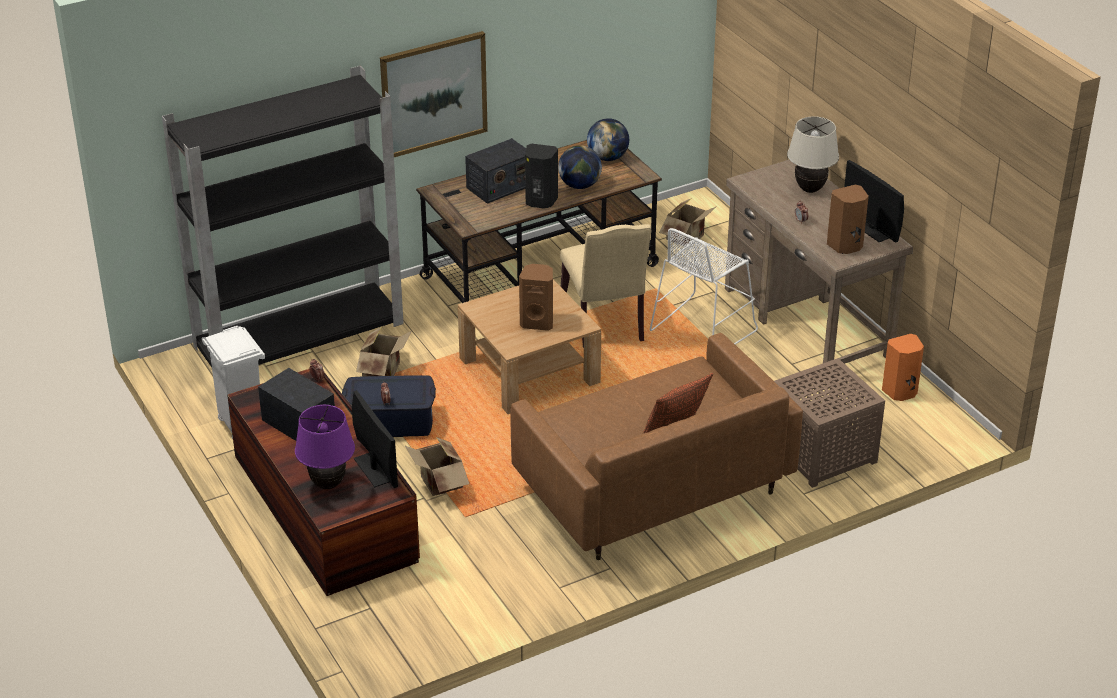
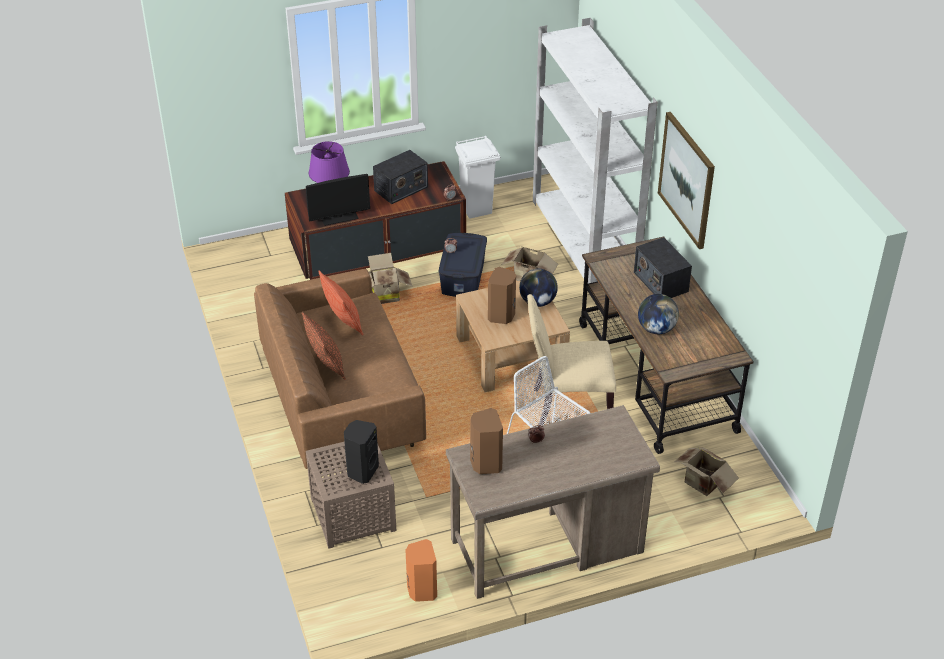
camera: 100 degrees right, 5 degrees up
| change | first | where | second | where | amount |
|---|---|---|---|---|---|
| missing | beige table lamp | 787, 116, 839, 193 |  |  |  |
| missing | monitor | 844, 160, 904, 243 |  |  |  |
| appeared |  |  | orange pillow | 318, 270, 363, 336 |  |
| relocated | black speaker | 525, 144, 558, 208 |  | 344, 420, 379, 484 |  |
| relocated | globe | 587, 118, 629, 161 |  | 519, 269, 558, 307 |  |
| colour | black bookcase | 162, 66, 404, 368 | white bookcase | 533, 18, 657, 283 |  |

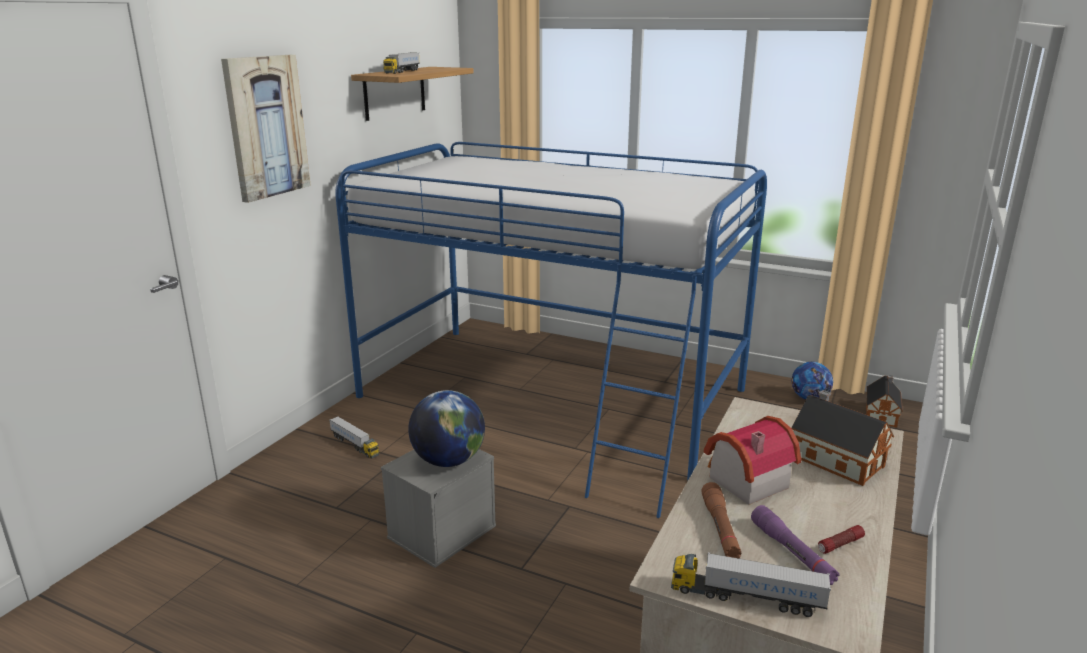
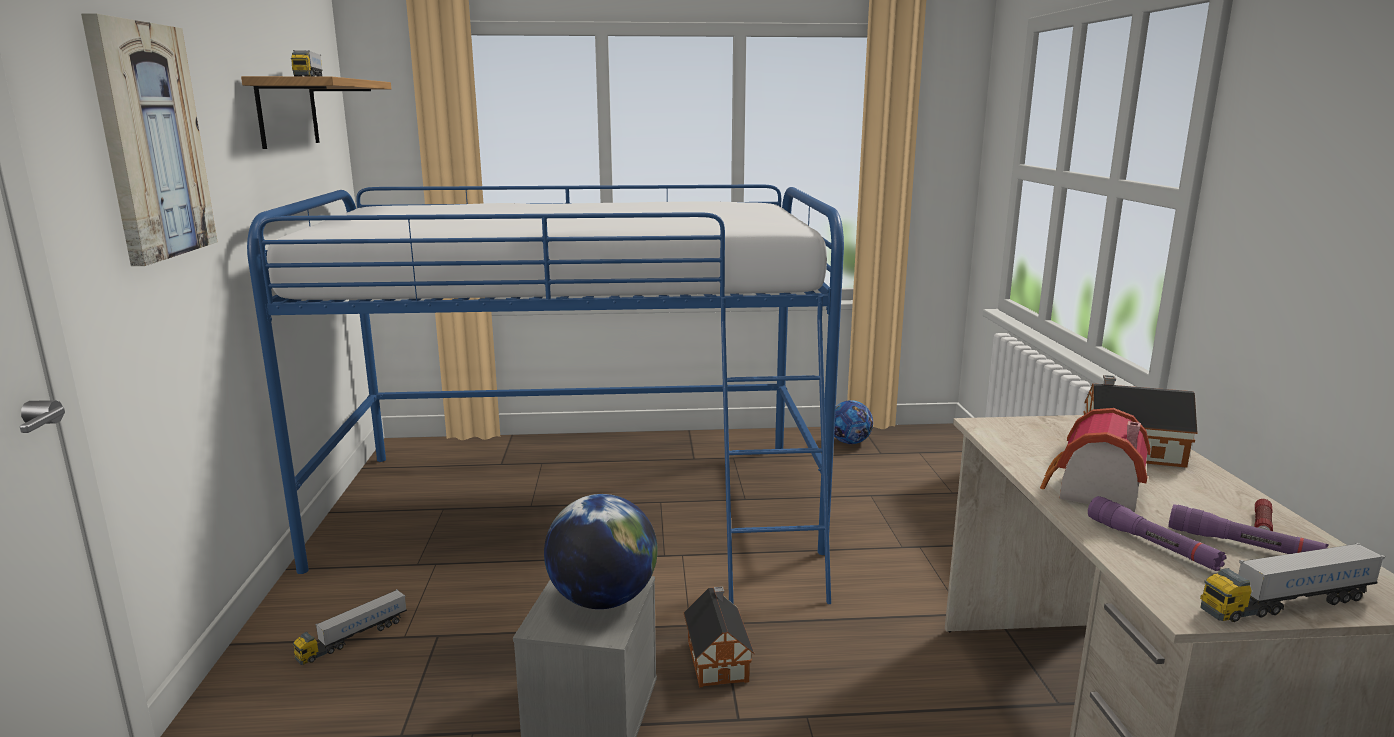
camera: 30 degrees left, 5 degrees down
| change | first | where | second | where | amount |
|---|---|---|---|---|---|
| relocated | toy house | 866, 375, 903, 428 |  | 684, 586, 754, 687 |  |
| colour | brown flashlight | 702, 482, 742, 558 | purple flashlight | 1088, 496, 1227, 571 |  |
| spun | toy truck | 329, 416, 379, 458 |  | 293, 589, 407, 665 | 120 degrees clockwise |

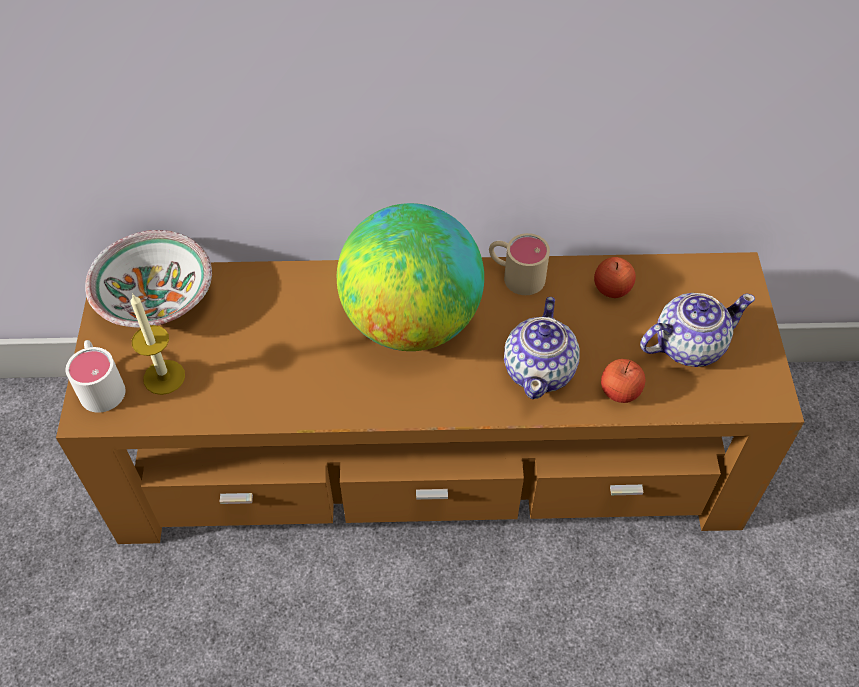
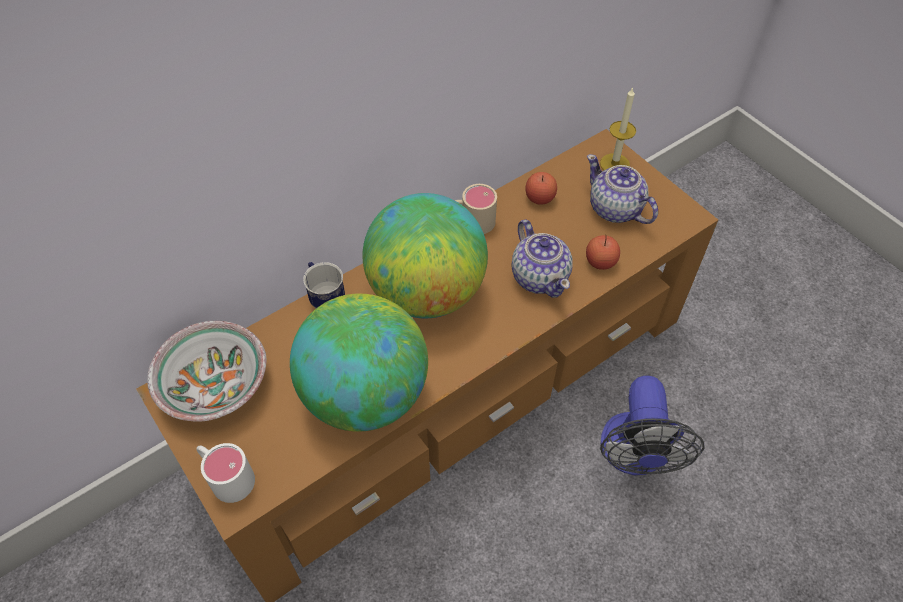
camera: 35 degrees left, 0 degrees up
| change | first | where | second | where | amount |
|---|---|---|---|---|---|
| appeared |  |  | globe | 290, 293, 428, 432 |  |
| appeared |  |  | mug | 303, 262, 345, 308 |  |
| appeared |  |  | fan | 600, 376, 705, 475 |  |
| relocated | candle | 131, 293, 185, 395 |  | 600, 87, 636, 170 |  |
| spun | teapot | 640, 293, 755, 367 |  | 587, 154, 658, 224 | 75 degrees counterclockwise |

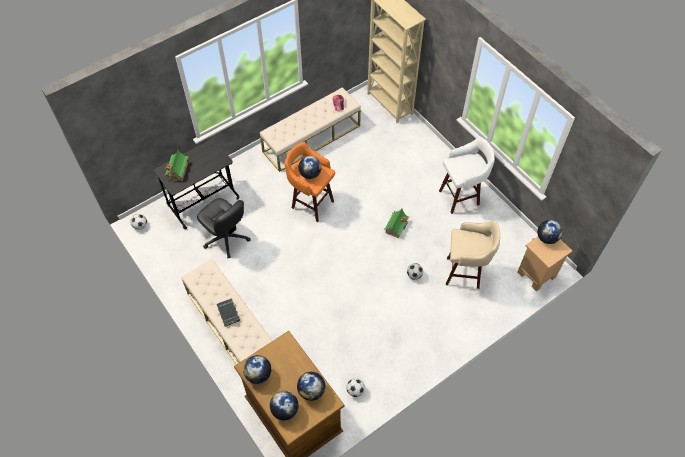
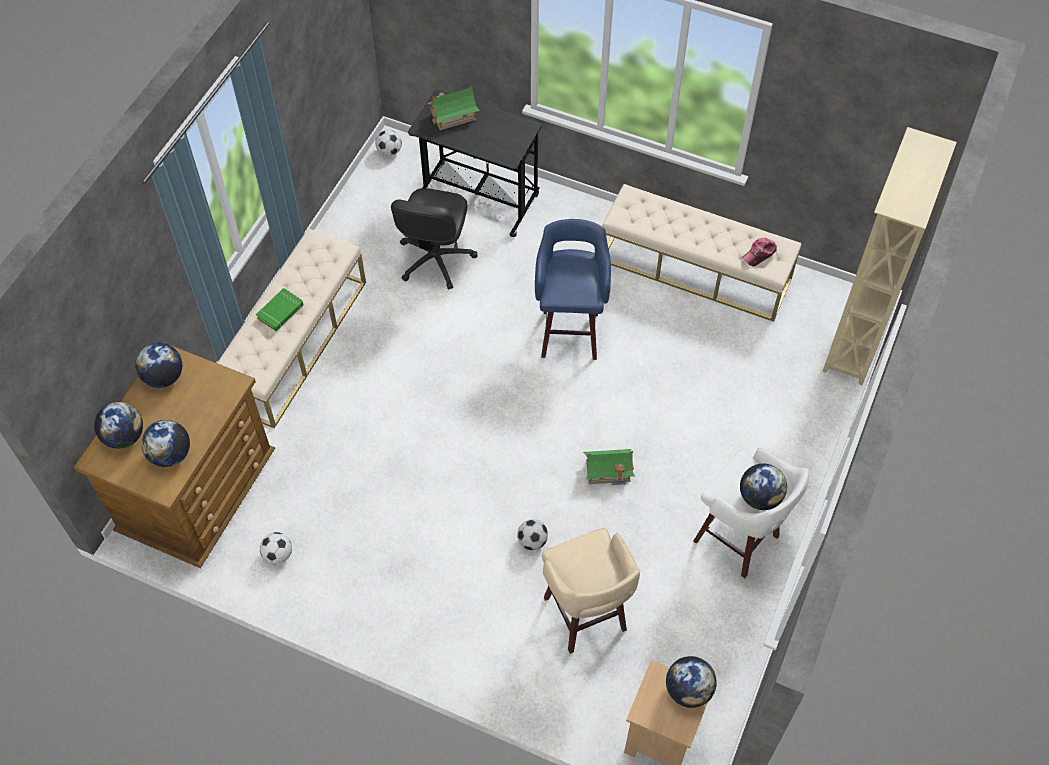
camera: 60 degrees right, 0 degrees up
| change | first | where | second | where | amount |
|---|---|---|---|---|---|
| relocated | globe | 298, 156, 321, 179 |  | 740, 464, 787, 510 |  |
| colour | black book | 217, 299, 240, 326 | green book | 256, 288, 303, 331 |  |
| colour | orange stool | 285, 142, 335, 222 | blue stool | 535, 219, 611, 360 |  |

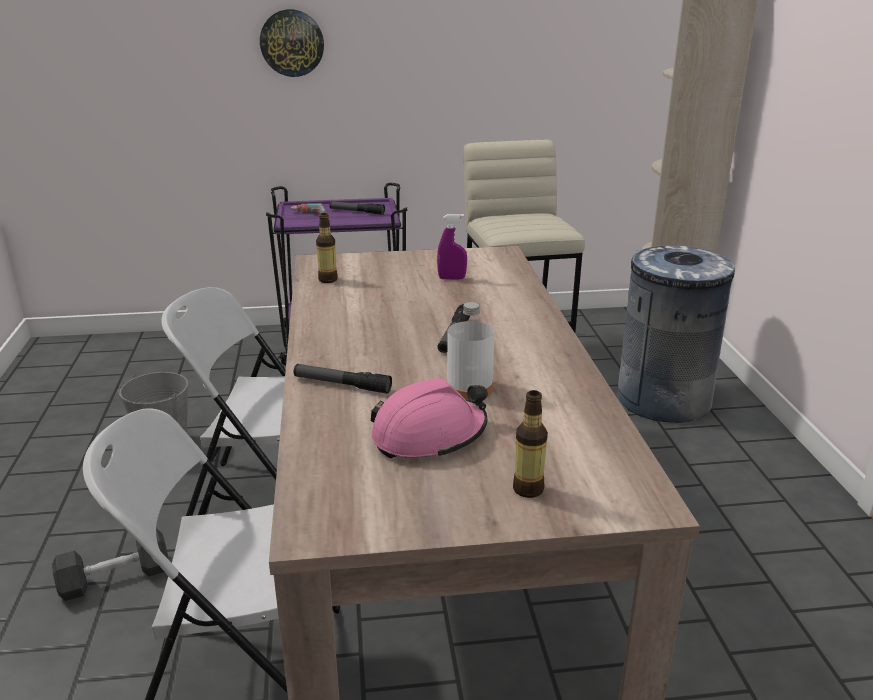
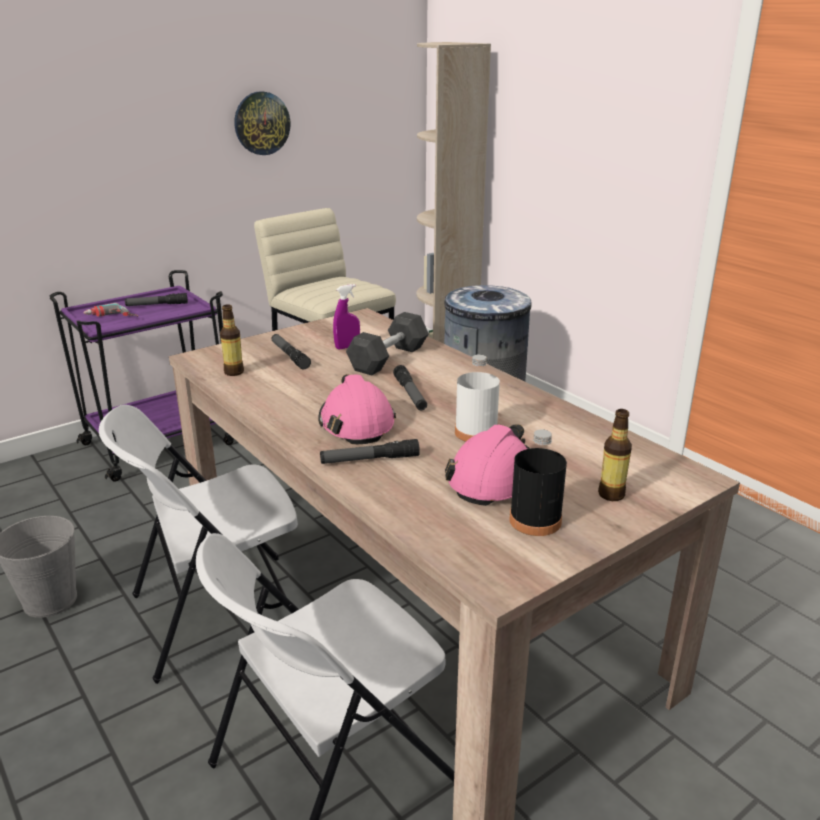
camera: 30 degrees left, 0 degrees up
| change | first | where | second | where | amount |
|---|---|---|---|---|---|
| appeared |  |  | flashlight | 272, 334, 311, 369 |  |
| appeared |  |  | pink hard hat | 318, 374, 396, 444 |  |
| appeared |  |  | black bottle | 509, 429, 567, 536 |  |
| relocated | grey dumbbell | 52, 528, 169, 601 |  | 346, 312, 429, 375 |  |
| relocated | wall clock | 260, 9, 324, 77 |  | 234, 91, 290, 155 |  |

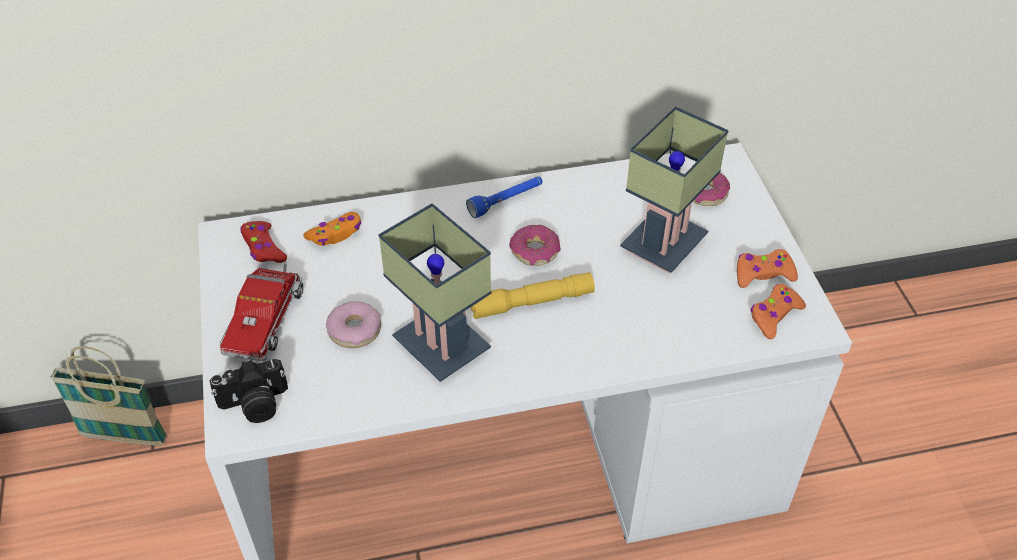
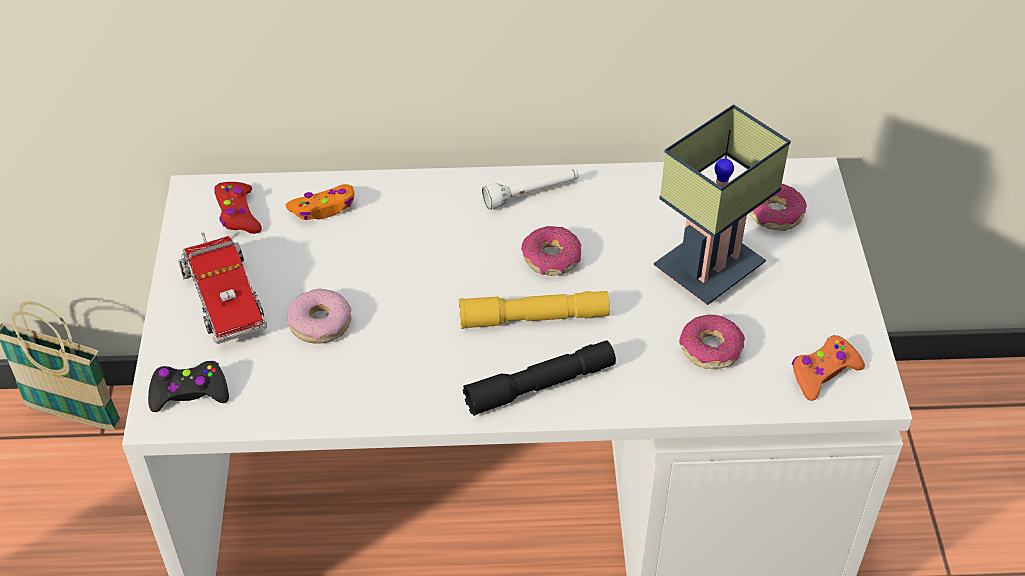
camera: 10 degrees right, 0 degrees up
| change | first | where | second | where | amount |
|---|---|---|---|---|---|
| missing | table lamp | 378, 203, 491, 382 |  |  |  |
| missing | orange game controller | 737, 249, 798, 288 |  |  |  |
| appeared |  |  | black flashlight | 463, 340, 616, 416 |  |
| appeared |  |  | donut | 679, 314, 745, 369 |  |
| exchanged | photo camera | 209, 359, 288, 423 | black game controller | 148, 361, 229, 412 |  |
| colour | blue flashlight | 466, 176, 542, 218 | white flashlight | 482, 169, 579, 210 |  |
| spun | toy truck | 220, 261, 303, 362 |  | 178, 232, 267, 344 | 45 degrees counterclockwise |

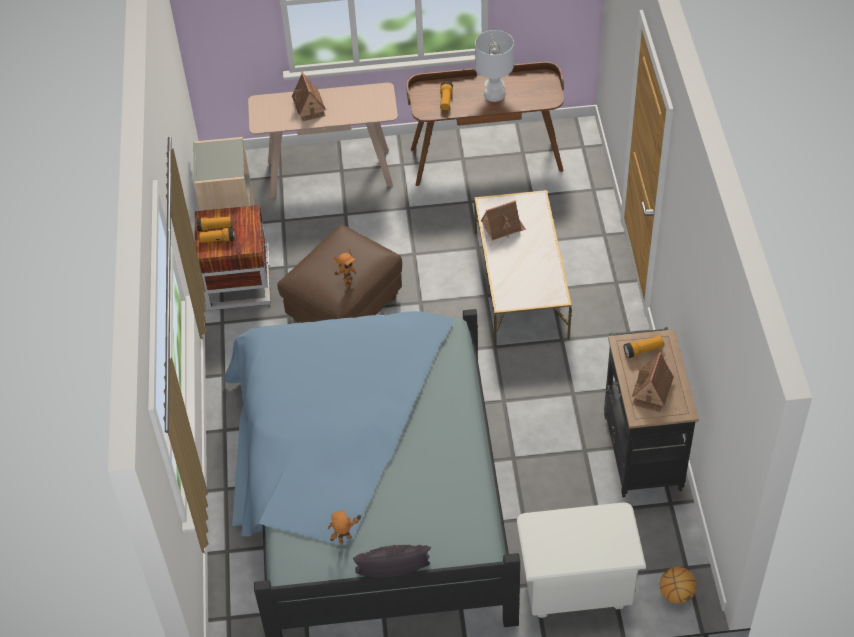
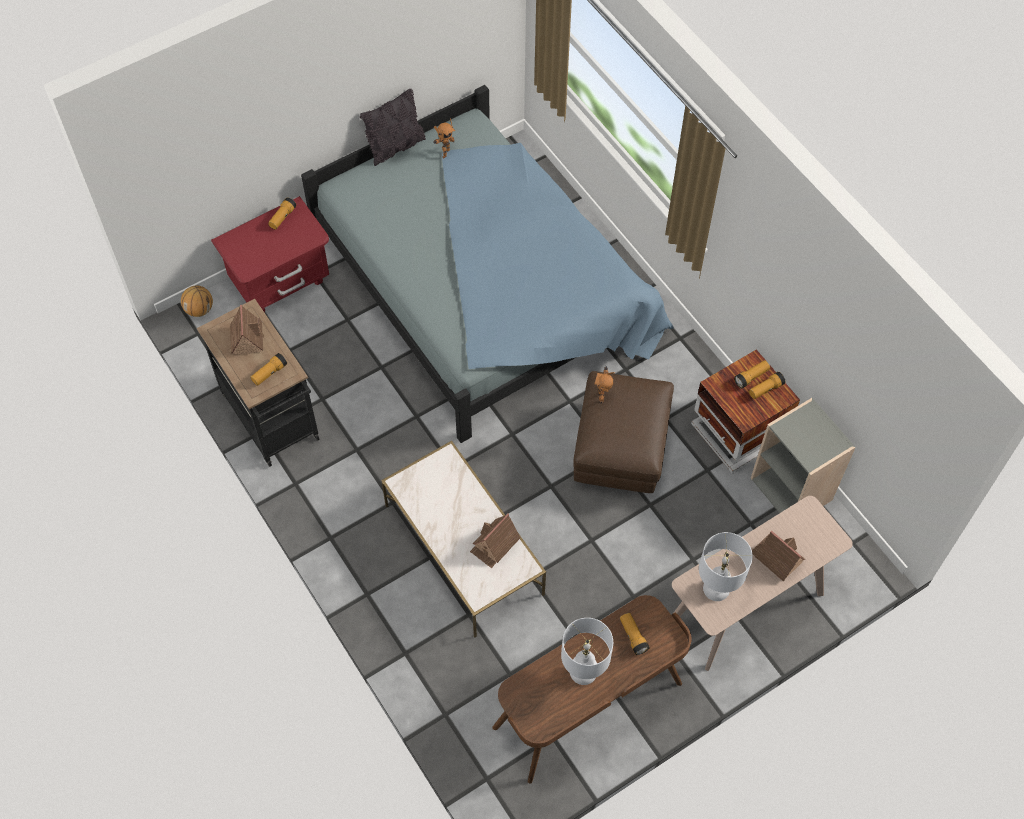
camera: 150 degrees right, 10 degrees up
| change | first | where | second | where | amount |
|---|---|---|---|---|---|
| appeared |  |  | flashlight | 268, 197, 297, 230 |  |
| appeared |  |  | white table lamp | 699, 532, 753, 601 |  |
| colour | white nightstand | 517, 502, 646, 618 | red nightstand | 211, 196, 329, 313 |  |

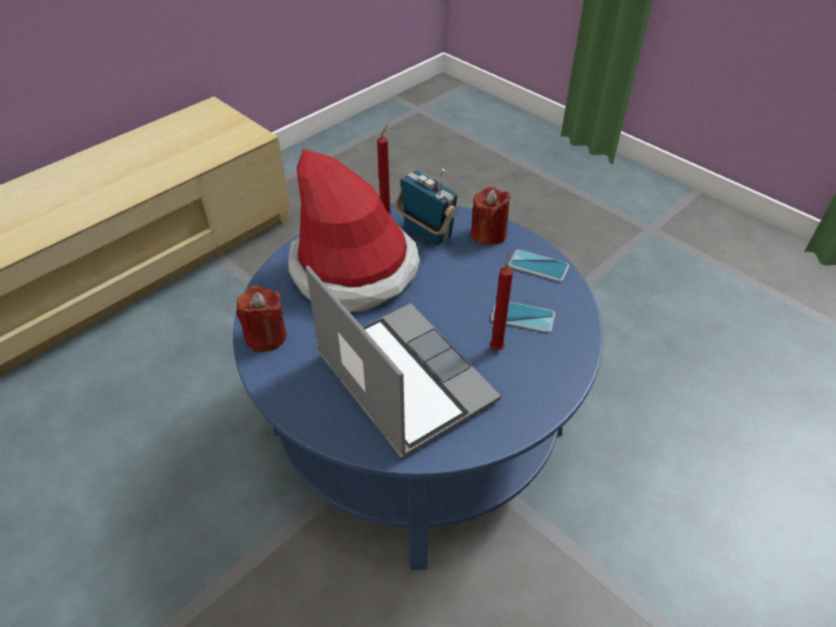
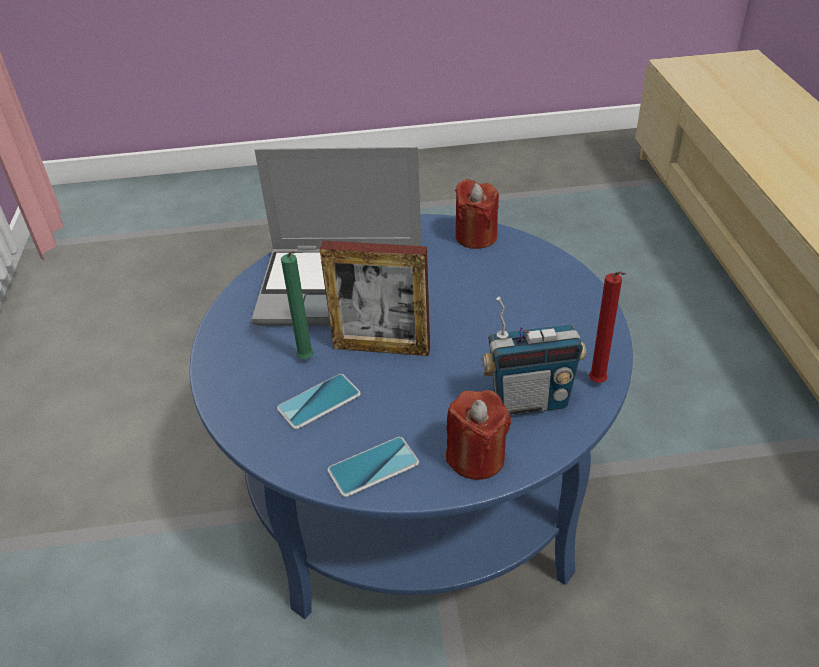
camera: 130 degrees right, 5 degrees down
| change | first | where | second | where | amount |
|---|---|---|---|---|---|
| missing | hat | 288, 149, 420, 312 |  |  |  |
| appeared |  |  | picture frame | 320, 241, 430, 356 |  |
| colour | red candle | 490, 252, 513, 350 | green candle | 281, 251, 314, 359 |  |

